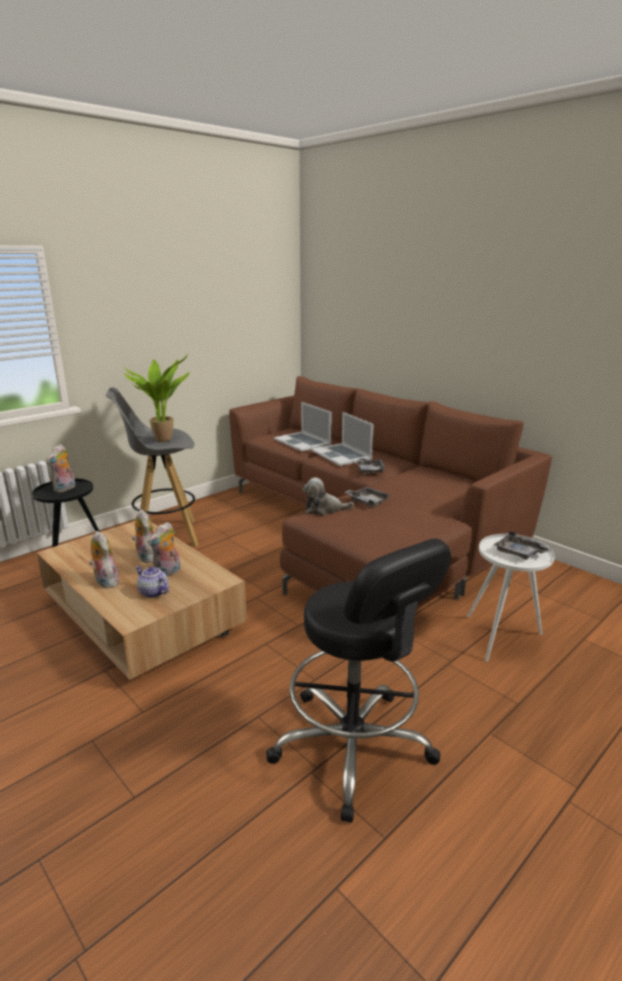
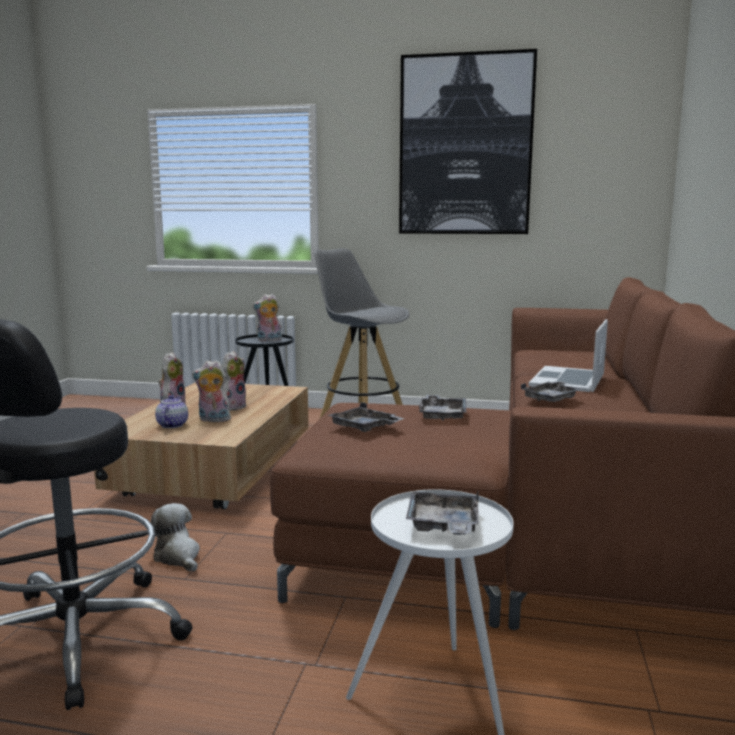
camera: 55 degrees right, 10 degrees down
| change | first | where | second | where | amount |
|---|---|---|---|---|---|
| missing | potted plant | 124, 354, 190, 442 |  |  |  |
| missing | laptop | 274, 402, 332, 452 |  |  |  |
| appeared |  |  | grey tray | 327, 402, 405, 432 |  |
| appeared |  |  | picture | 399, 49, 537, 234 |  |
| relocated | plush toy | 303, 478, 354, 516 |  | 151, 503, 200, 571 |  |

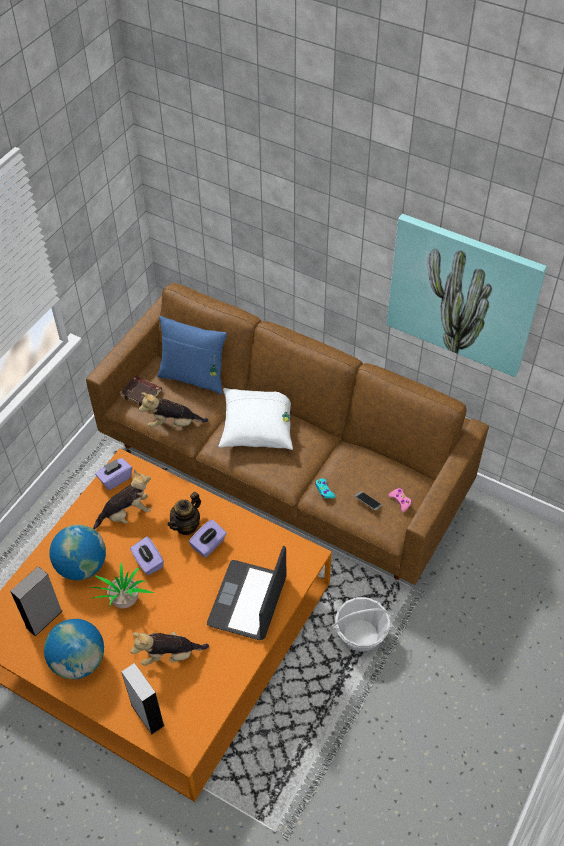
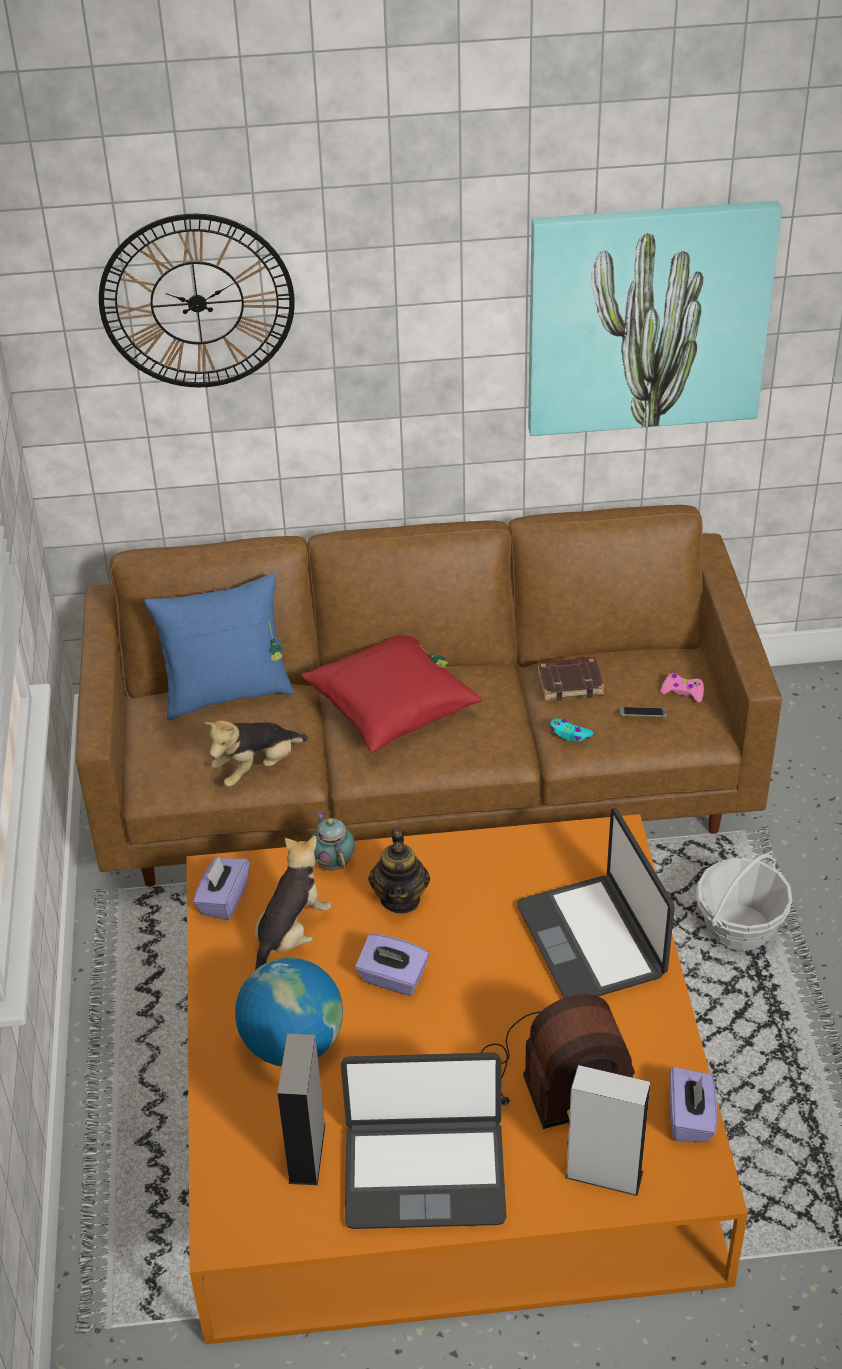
camera: 35 degrees left, 10 degrees down
| change | first | where | second | where | amount |
|---|---|---|---|---|---|
| missing | potted plant | 91, 563, 154, 609 |  |  |  |
| appeared |  |  | wall clock | 99, 214, 295, 387 |  |
| appeared |  |  | teapot | 311, 811, 355, 871 |  |
| relocated | brown book | 120, 376, 162, 406 |  | 537, 657, 605, 701 |  |
| relocated | purple tissue box | 189, 519, 227, 558 |  | 670, 1067, 717, 1142 |  |
| exchanged | globe | 44, 619, 104, 679 | laptop | 341, 1052, 506, 1229 |  |
| exchanged | plush toy | 131, 632, 209, 666 | radio | 481, 994, 635, 1129 |  |
| colour | white pillow | 218, 388, 293, 450 | red pillow | 301, 636, 482, 753 |  |

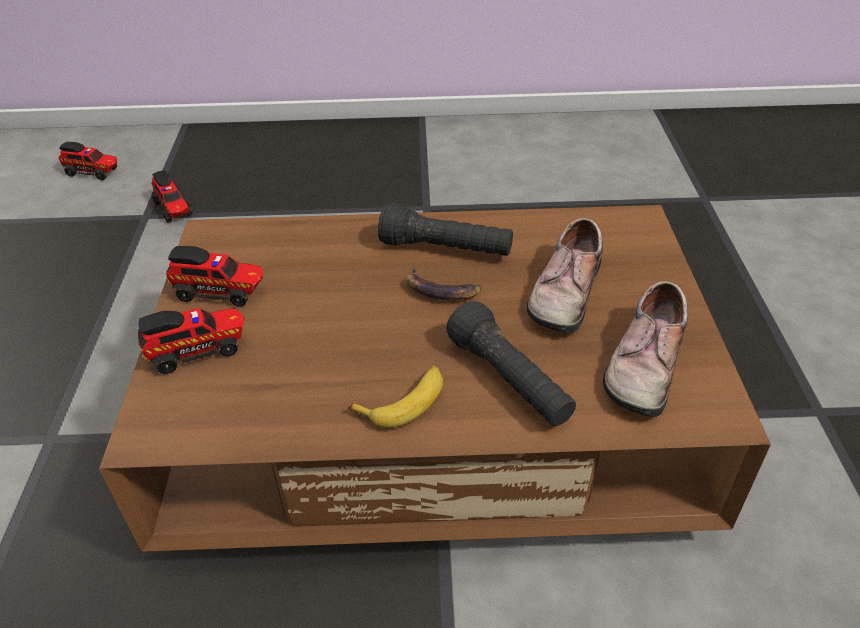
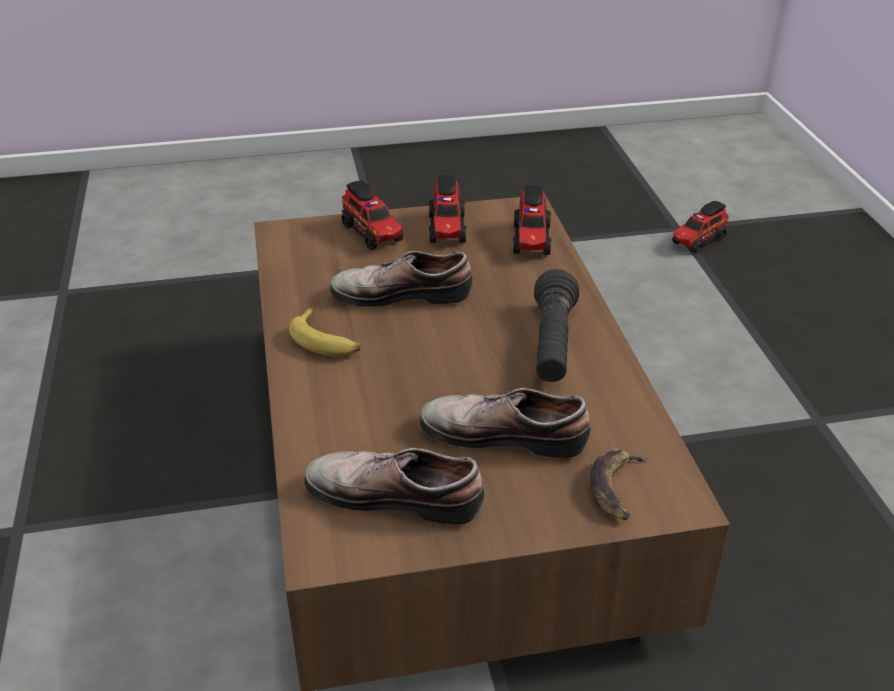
camera: 80 degrees right, 5 degrees down
| change | first | where | second | where | amount |
|---|---|---|---|---|---|
| missing | black flashlight | 446, 301, 576, 426 |  |  |  |
| appeared |  |  | shoe | 330, 251, 472, 307 |  |
| relocated | toy truck | 58, 142, 117, 180 |  | 513, 185, 551, 255 |  |
| relocated | banana | 406, 267, 482, 300 |  | 590, 448, 648, 520 |  |

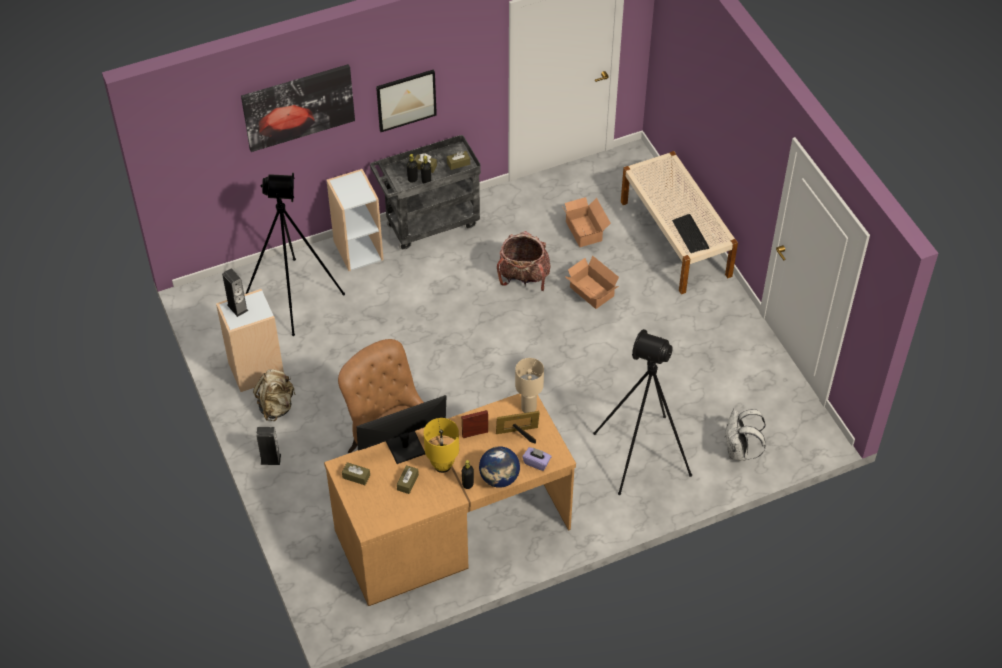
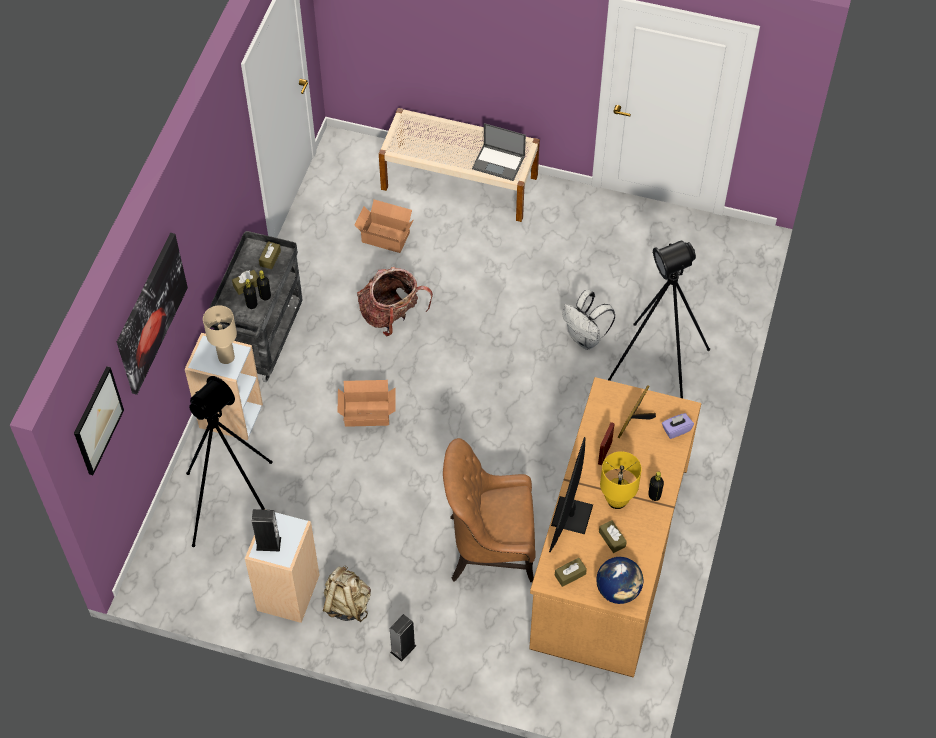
camera: 50 degrees left, 5 degrees up
| change | first | where | second | where | amount |
|---|---|---|---|---|---|
| relocated | picture | 376, 69, 437, 132 |  | 74, 366, 124, 475 |  |
| relocated | globe | 479, 446, 520, 488 |  | 596, 557, 644, 604 |  |
| relocated | beige table lamp | 515, 358, 544, 413 |  | 203, 305, 237, 364 |  |
| relocated | cardboard box | 564, 256, 619, 309 |  | 338, 380, 396, 427 |  |
| relocated | white backpack | 725, 408, 766, 461 |  | 562, 290, 615, 350 |  |
| exchanged | keyboard | 672, 214, 709, 253 | laptop | 472, 123, 526, 181 |  |

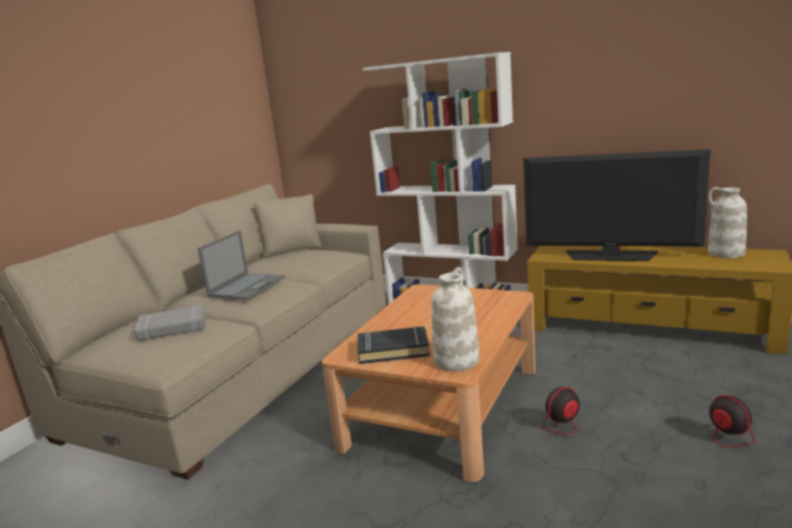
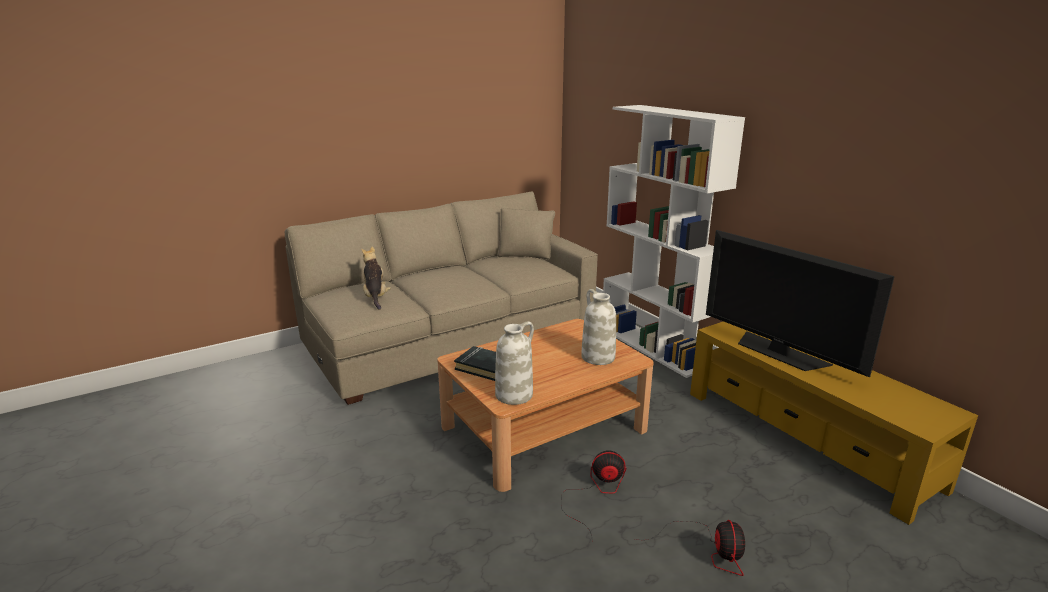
camera: 30 degrees right, 5 degrees up
| change | first | where | second | where | amount |
|---|---|---|---|---|---|
| missing | laptop | 198, 230, 285, 300 |  |  |  |
| relocated | white vase | 708, 187, 747, 258 |  | 581, 289, 616, 365 |  |
| exchanged | grey book | 134, 304, 206, 341 | plush toy | 361, 247, 391, 310 |  |

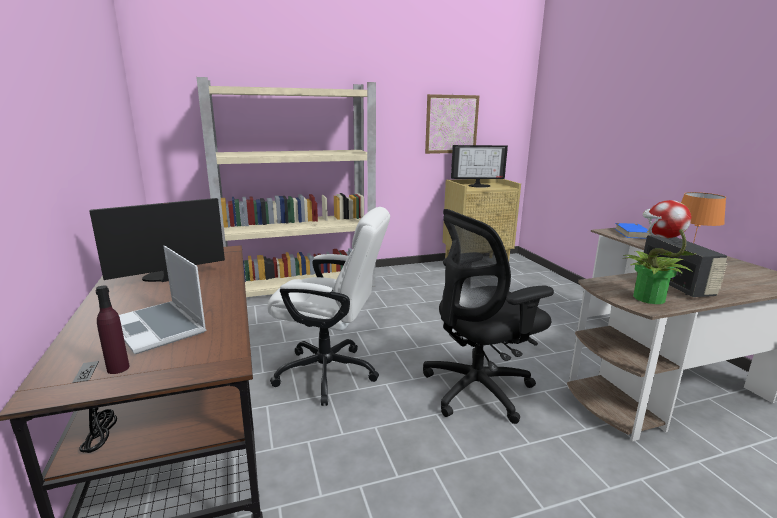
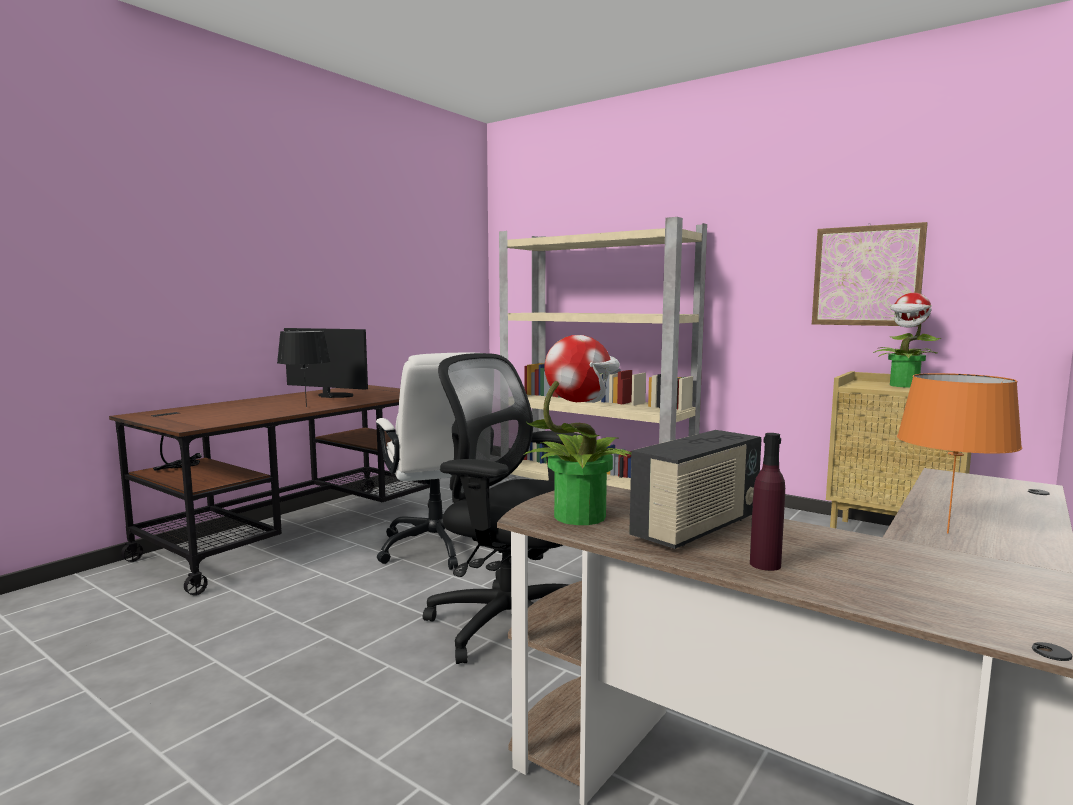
camera: 55 degrees right, 10 degrees down
| change | first | where | second | where | amount |
|---|---|---|---|---|---|
| missing | laptop | 119, 246, 206, 354 |  |  |  |
| missing | blue book | 615, 223, 651, 239 |  |  |  |
| appeared |  |  | black table lamp | 277, 330, 330, 407 |  |
| relocated | purple bottle | 96, 285, 130, 374 |  | 750, 433, 785, 571 |  |
| exchanged | monitor | 451, 145, 508, 188 | potted plant | 873, 293, 942, 388 |  |

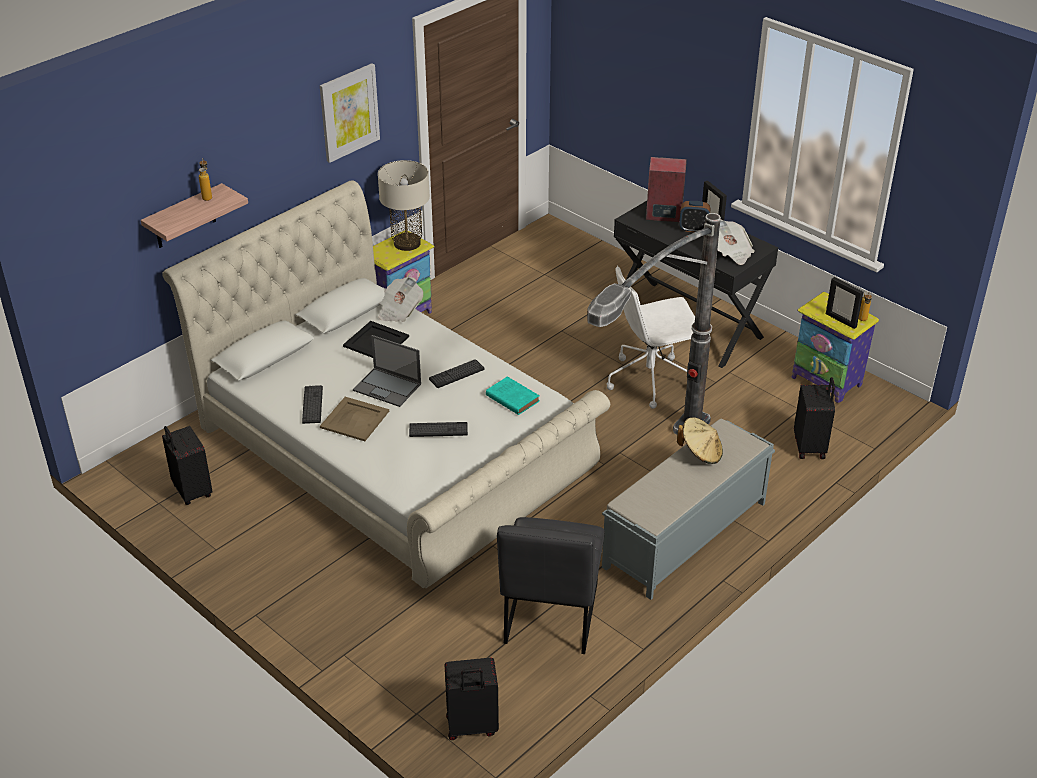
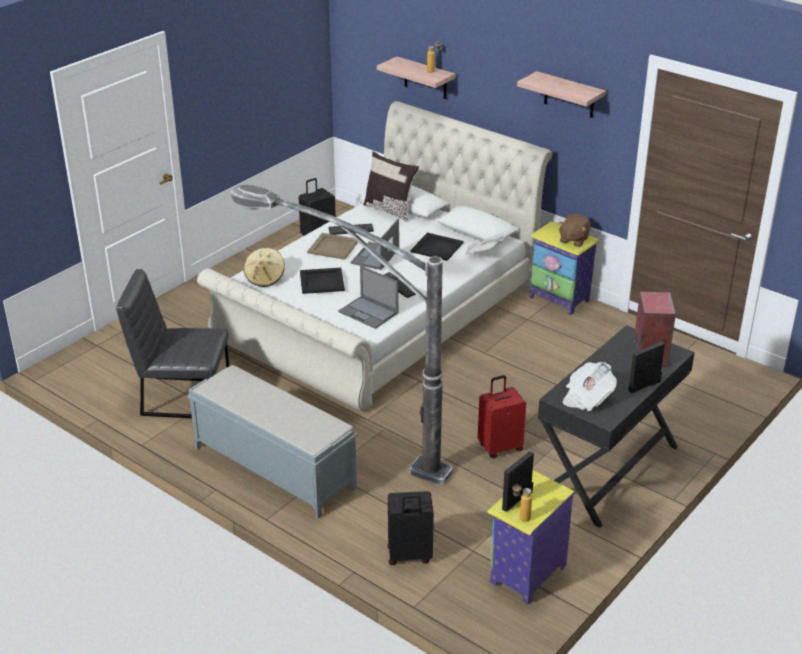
camera: 85 degrees right, 5 degrees down
| change | first | where | second | where | amount |
|---|---|---|---|---|---|
| missing | black suitcase | 445, 658, 499, 740 |  |  |  |
| missing | alarm clock | 679, 201, 710, 232 |  |  |  |
| appeared |  |  | pillow | 363, 151, 419, 222 |  |
| relocated | beige hat | 677, 417, 723, 464 |  | 243, 247, 285, 287 |  |
| exchanged | picture | 320, 63, 380, 163 | shelf | 517, 71, 606, 118 |  |
| exchanged | table lamp | 378, 160, 430, 251 | brown plush toy | 559, 214, 591, 247 |  |
| exchanged | keyboard | 409, 422, 468, 437 | black tray | 300, 268, 345, 294 |  |
| exchanged | turquoise book | 486, 376, 540, 415 | laptop | 338, 266, 398, 329 |  |
| exchanged | white office chair | 607, 265, 710, 409 | red suitcase | 478, 375, 526, 458 |  |

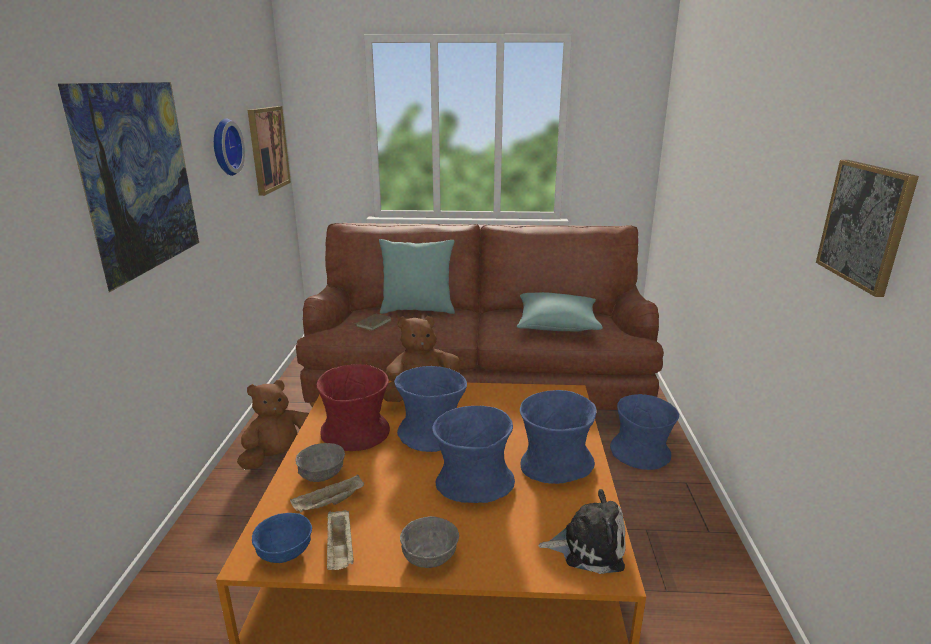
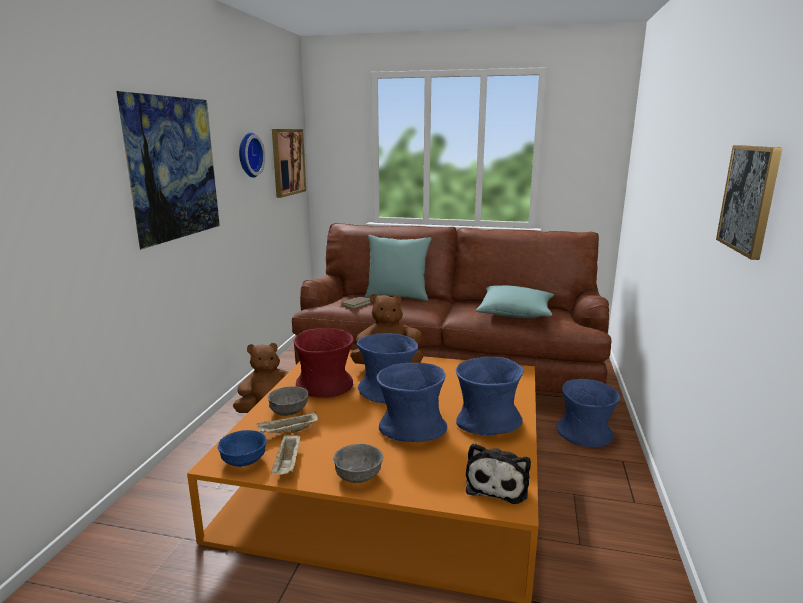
camera: 10 degrees right, 5 degrees down
| change | first | where | second | where | amount |
|---|---|---|---|---|---|
| spun | plush toy | 538, 489, 626, 574 |  | 466, 443, 531, 504 | 90 degrees clockwise |

